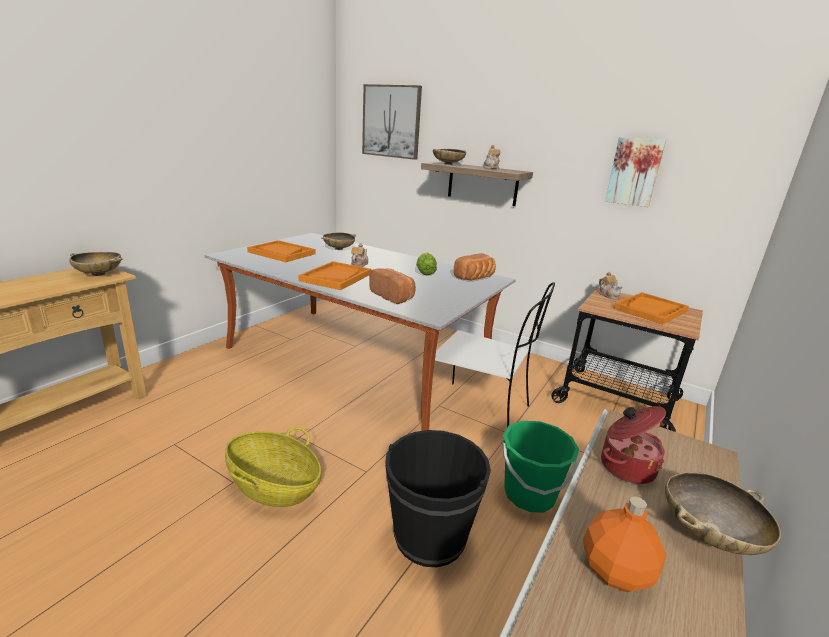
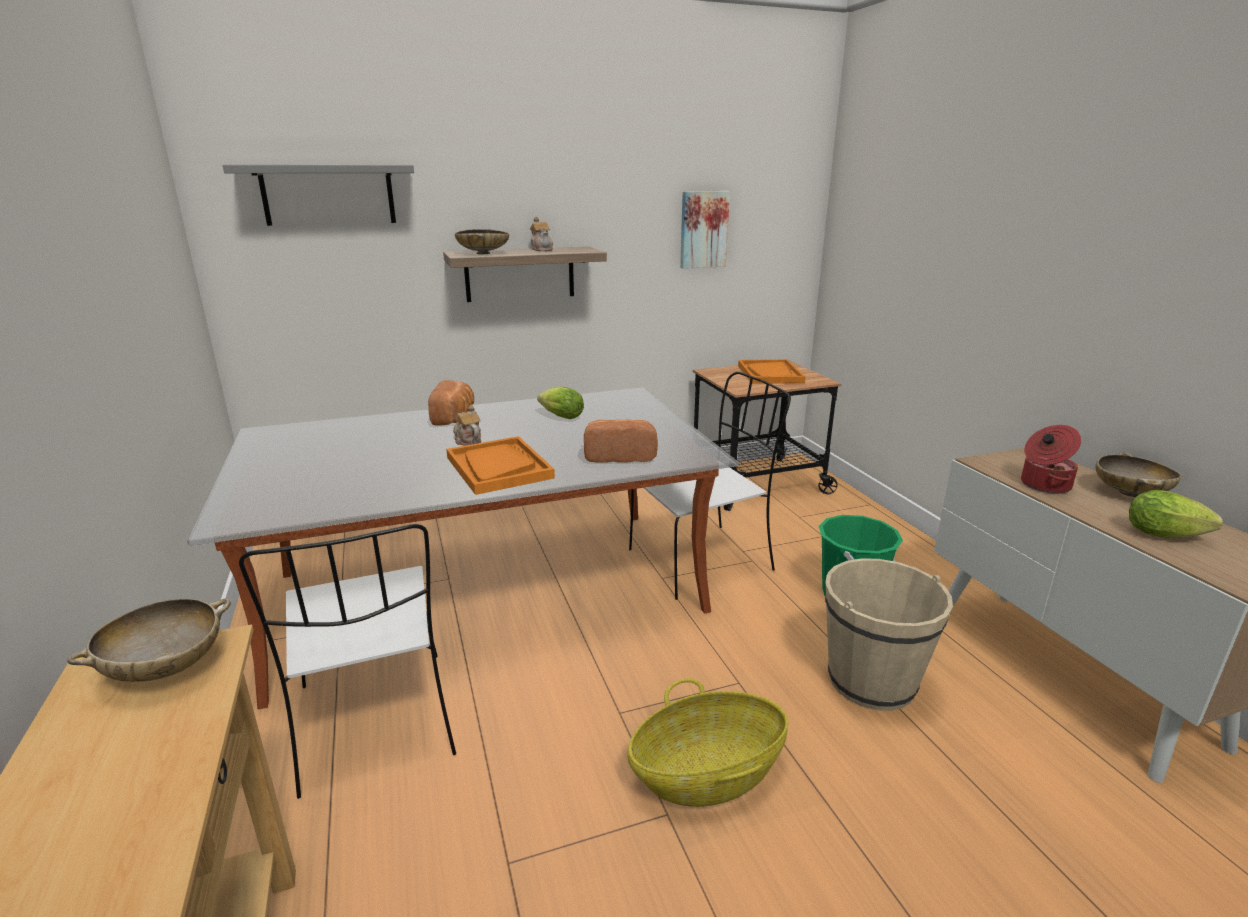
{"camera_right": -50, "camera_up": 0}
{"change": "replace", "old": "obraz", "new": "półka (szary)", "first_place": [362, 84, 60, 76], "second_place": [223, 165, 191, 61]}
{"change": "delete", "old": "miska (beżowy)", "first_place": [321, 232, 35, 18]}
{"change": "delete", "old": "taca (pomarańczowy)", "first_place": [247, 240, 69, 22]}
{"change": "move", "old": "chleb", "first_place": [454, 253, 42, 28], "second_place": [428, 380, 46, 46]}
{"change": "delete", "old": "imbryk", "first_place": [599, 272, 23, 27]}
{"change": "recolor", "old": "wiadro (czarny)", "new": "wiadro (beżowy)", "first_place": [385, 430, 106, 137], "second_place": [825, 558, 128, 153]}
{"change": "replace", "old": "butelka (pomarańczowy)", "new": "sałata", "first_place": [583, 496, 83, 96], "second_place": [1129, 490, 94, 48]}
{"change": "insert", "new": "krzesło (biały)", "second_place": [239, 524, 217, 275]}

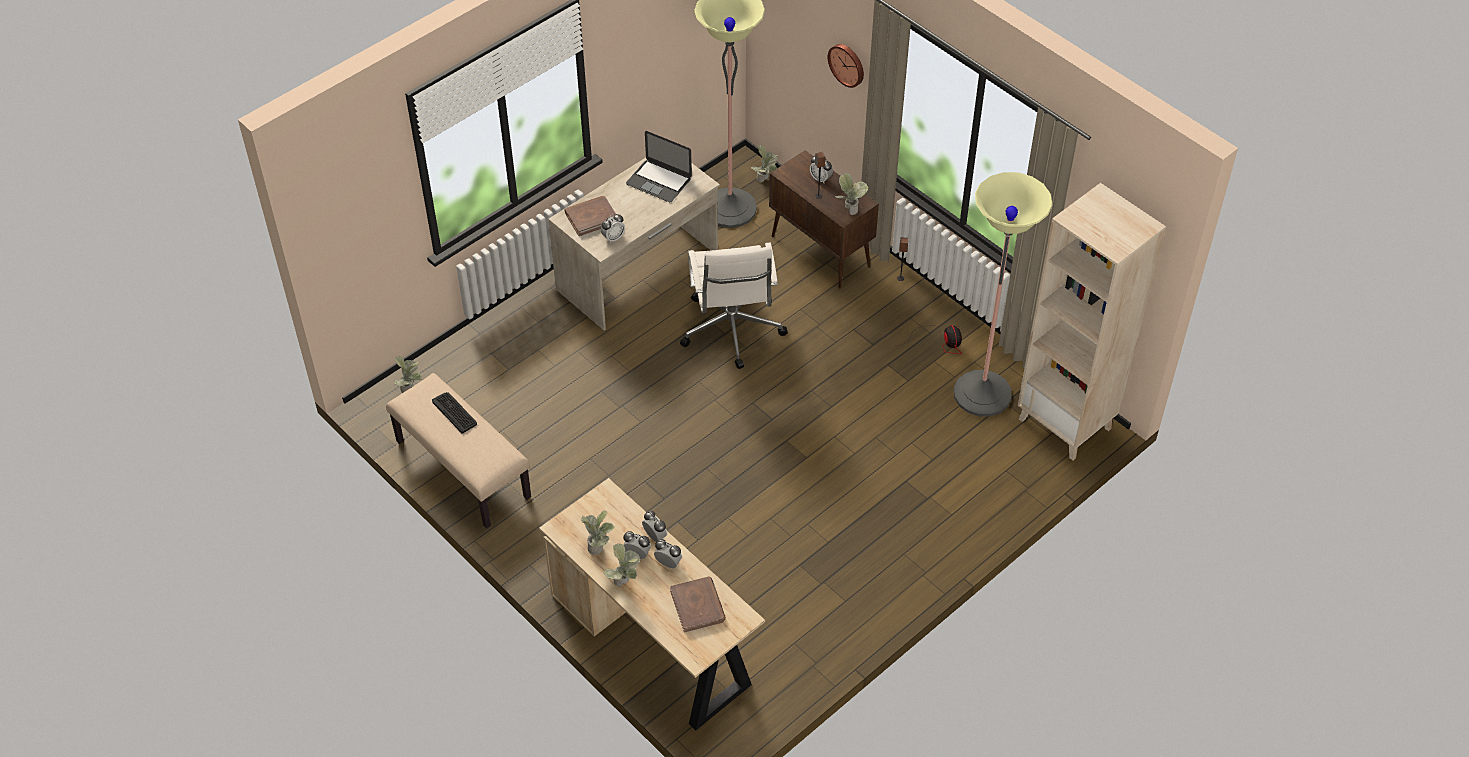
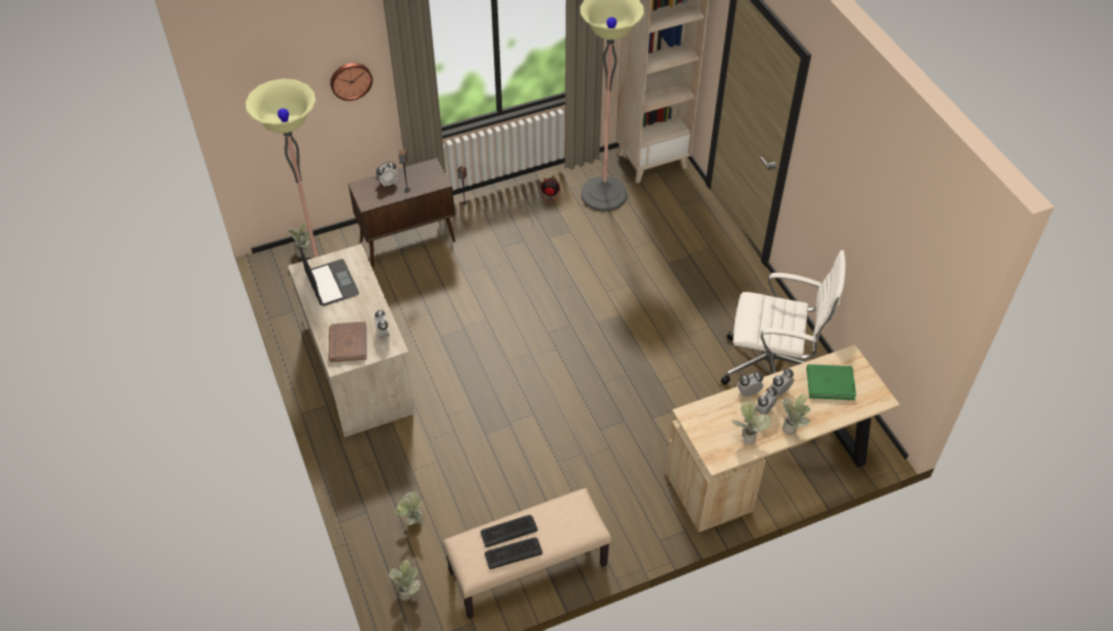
{"camera_right": -70, "camera_up": 0}
{"change": "rotate", "old": "laptop", "first_place": [626, 131, 66, 71], "second_place": [299, 245, 60, 61], "degrees": -75}
{"change": "move", "old": "roślina doniczkowa", "first_place": [835, 173, 33, 42], "second_place": [395, 492, 28, 33]}
{"change": "move", "old": "krzesło biurowe (biały)", "first_place": [680, 243, 108, 126], "second_place": [721, 250, 125, 135]}
{"change": "recolor", "old": "książka (brązowy)", "new": "książka (zielony)", "first_place": [670, 576, 56, 57], "second_place": [806, 364, 50, 36]}
{"change": "insert", "new": "klawiatura", "second_place": [485, 537, 58, 32]}

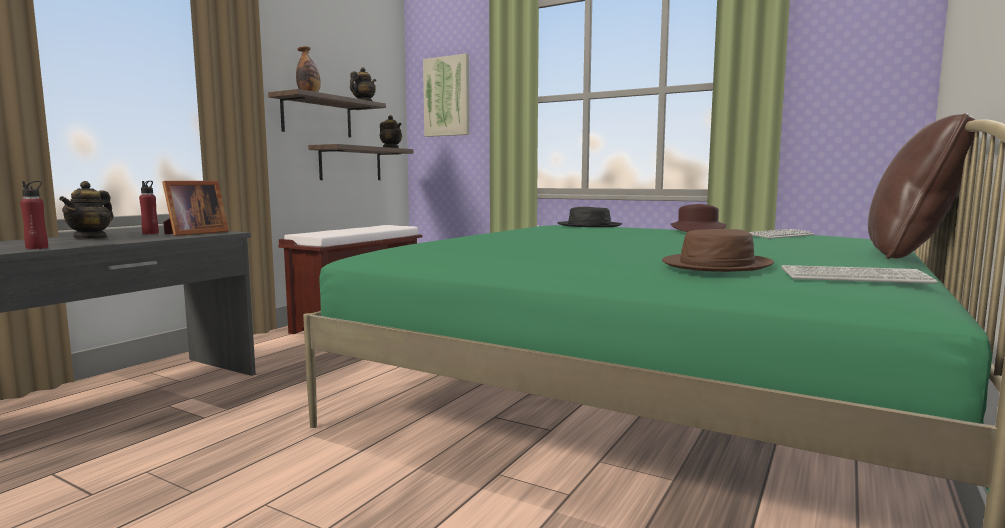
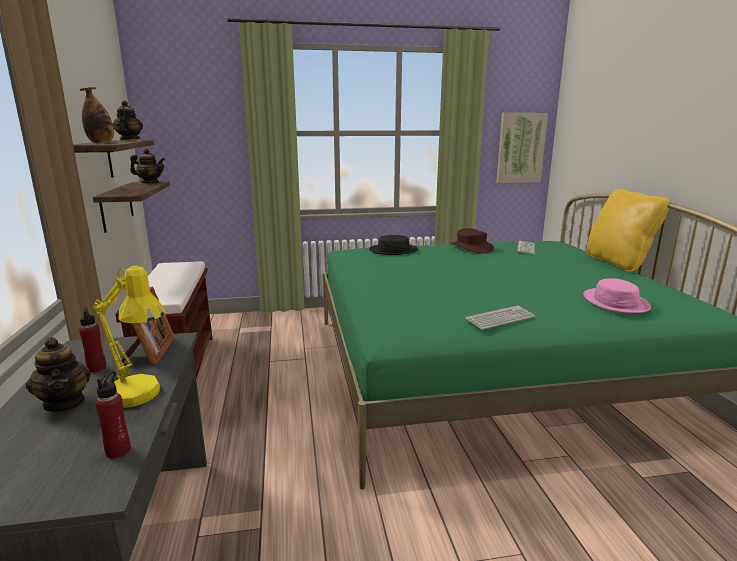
{"camera_right": -40, "camera_up": 10}
{"change": "move", "old": "obraz", "first_place": [423, 54, 47, 83], "second_place": [496, 113, 52, 70]}
{"change": "recolor", "old": "poduszka (brązowy)", "new": "poduszka (żółty)", "first_place": [868, 113, 107, 146], "second_place": [586, 189, 84, 83]}
{"change": "recolor", "old": "kapelusz (brązowy)", "new": "kapelusz (różowy)", "first_place": [662, 229, 112, 43], "second_place": [583, 279, 68, 34]}
{"change": "move", "old": "klawiatura", "first_place": [782, 265, 155, 19], "second_place": [465, 306, 70, 24]}
{"change": "insert", "new": "lampa stołowa (żółty)", "second_place": [93, 266, 72, 142]}

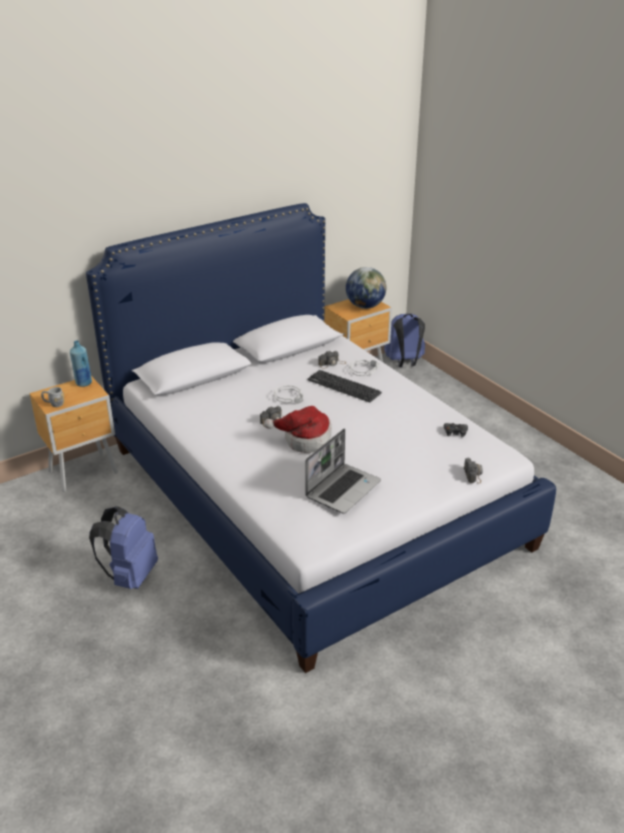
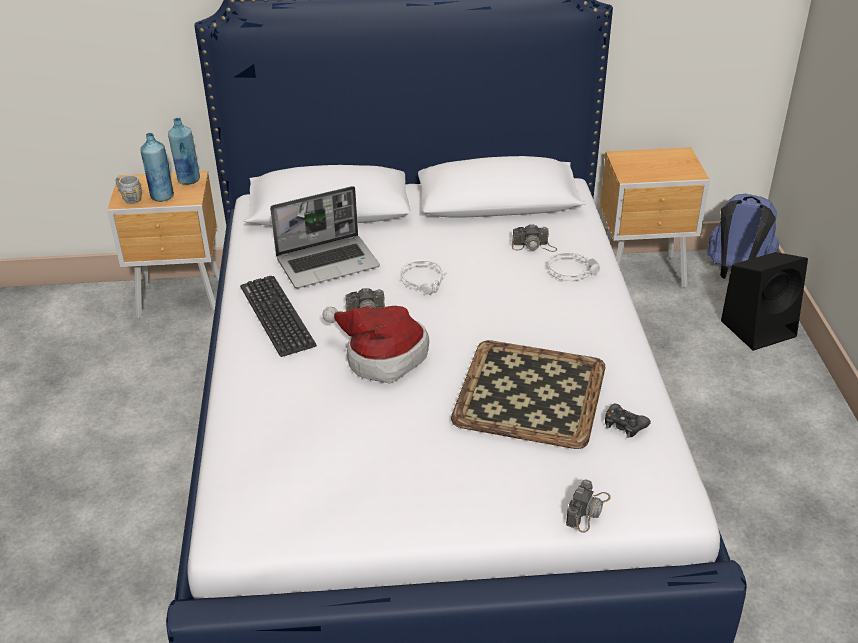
{"camera_right": 30, "camera_up": 5}
{"change": "delete", "old": "globus", "first_place": [346, 267, 40, 42]}
{"change": "move", "old": "klawiatura", "first_place": [307, 370, 75, 32], "second_place": [240, 276, 77, 81]}
{"change": "move", "old": "laptop", "first_place": [306, 428, 75, 85], "second_place": [270, 186, 110, 102]}
{"change": "delete", "old": "plecak (niebieski)", "first_place": [89, 506, 69, 83]}
{"change": "insert", "new": "butelka (niebieski)", "second_place": [140, 133, 34, 69]}
{"change": "insert", "new": "głośnik (czarny)", "second_place": [721, 252, 87, 99]}
{"change": "insert", "new": "taca", "second_place": [451, 340, 154, 109]}

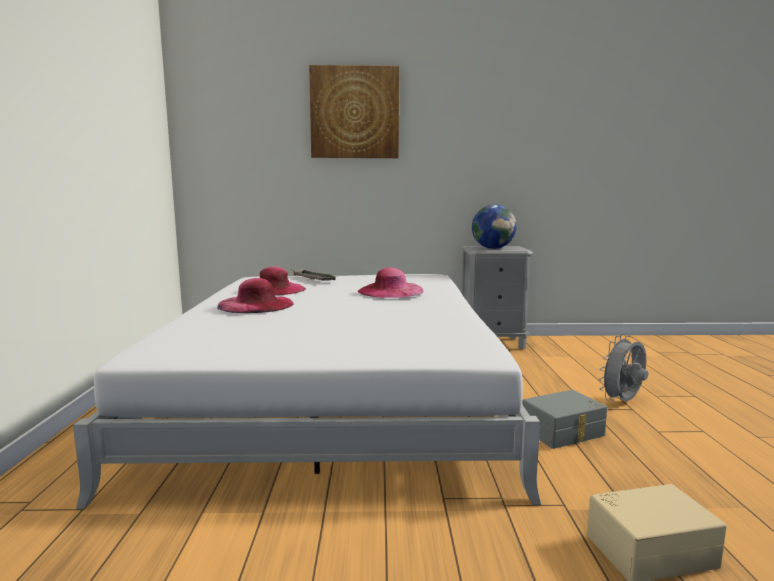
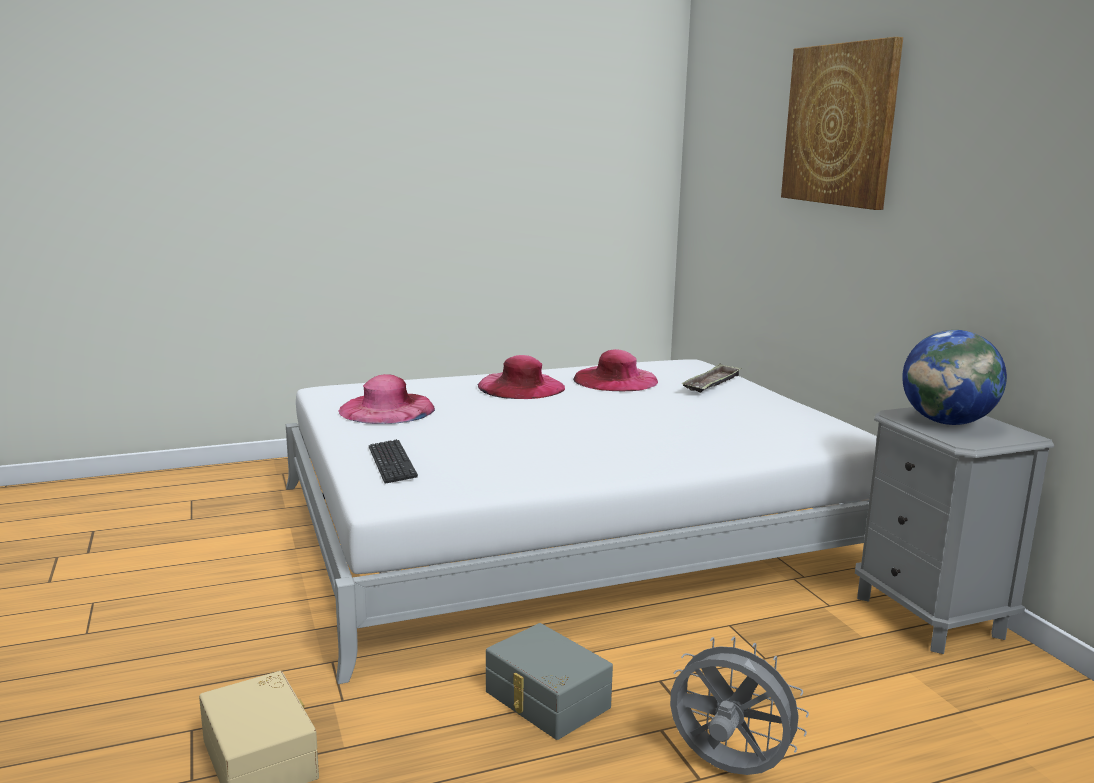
{"camera_right": 70, "camera_up": 5}
{"change": "move", "old": "kapelusz (różowy)", "first_place": [358, 267, 65, 31], "second_place": [338, 374, 97, 50]}
{"change": "insert", "new": "klawiatura", "second_place": [369, 439, 49, 45]}

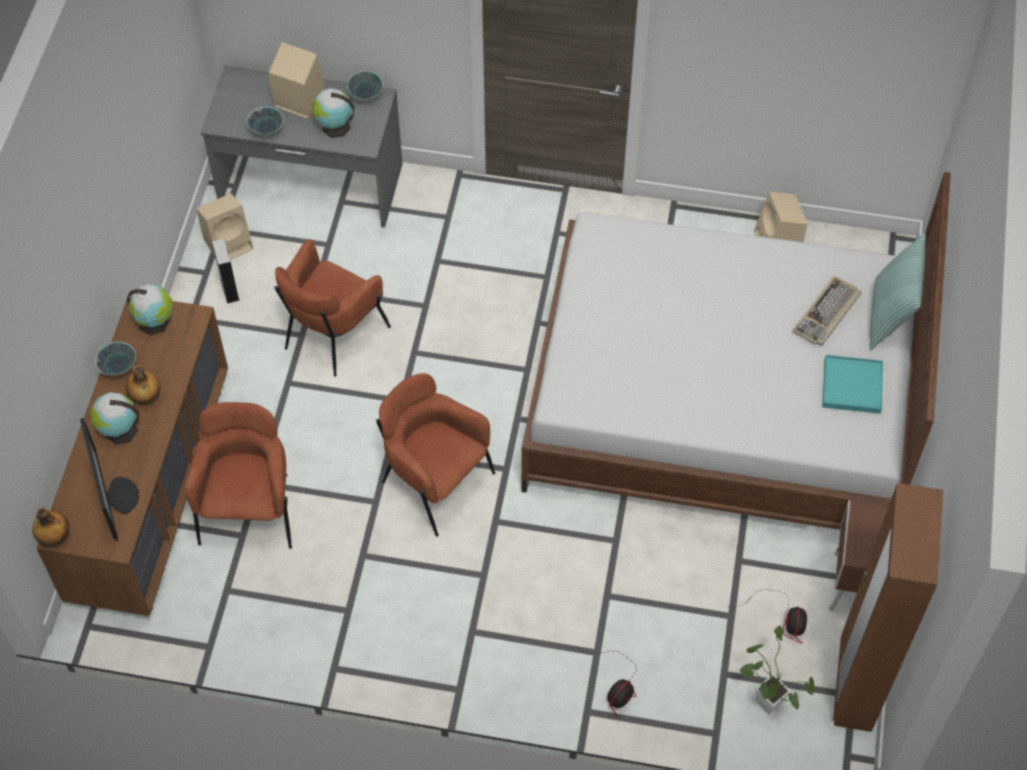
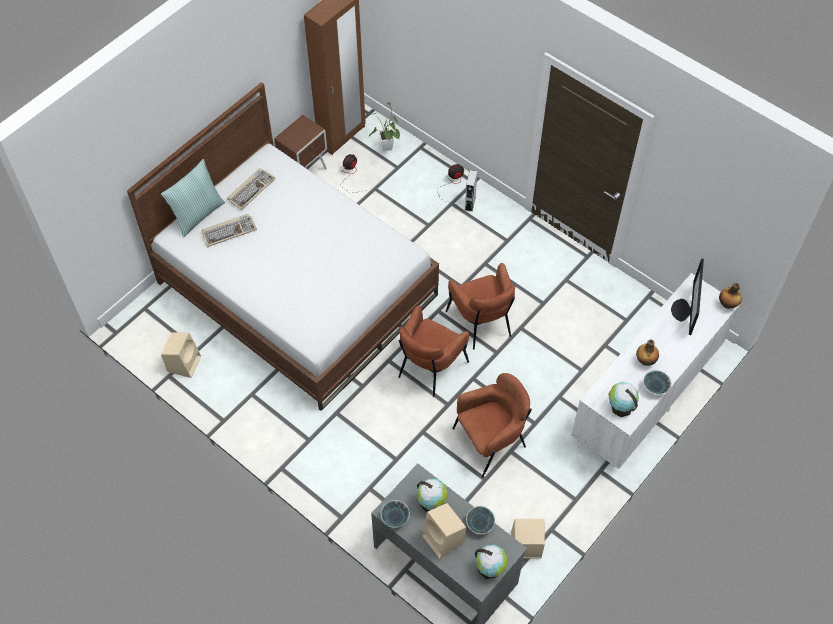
{"camera_right": -150, "camera_up": 0}
{"change": "move", "old": "głośnik (szary)", "first_place": [212, 238, 28, 66], "second_place": [465, 170, 12, 42]}
{"change": "recolor", "old": "komoda (brązowy)", "new": "komoda (biały)", "first_place": [36, 295, 192, 321], "second_place": [571, 273, 169, 196]}
{"change": "replace", "old": "taca (turkusowy)", "new": "klawiatura", "first_place": [823, 355, 60, 59], "second_place": [227, 168, 49, 42]}
{"change": "move", "old": "globus", "first_place": [90, 392, 49, 53], "second_place": [475, 545, 33, 34]}
{"change": "move", "old": "fotel (brązowy)", "first_place": [184, 402, 108, 147], "second_place": [398, 305, 71, 92]}

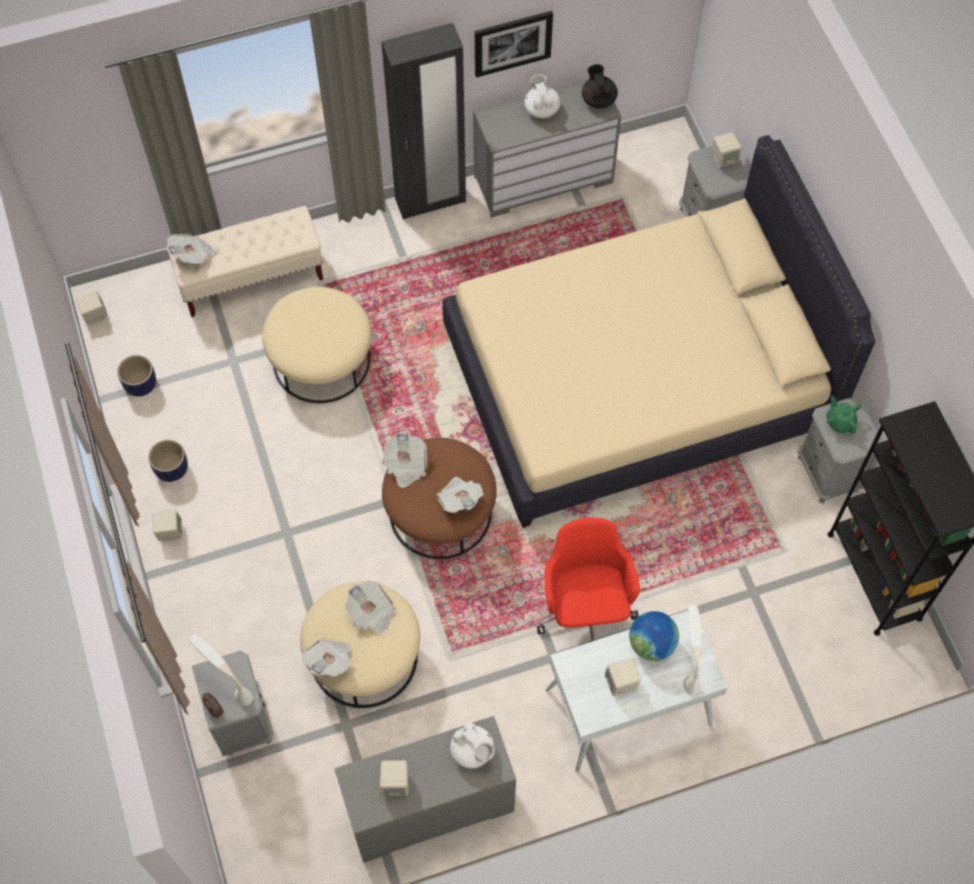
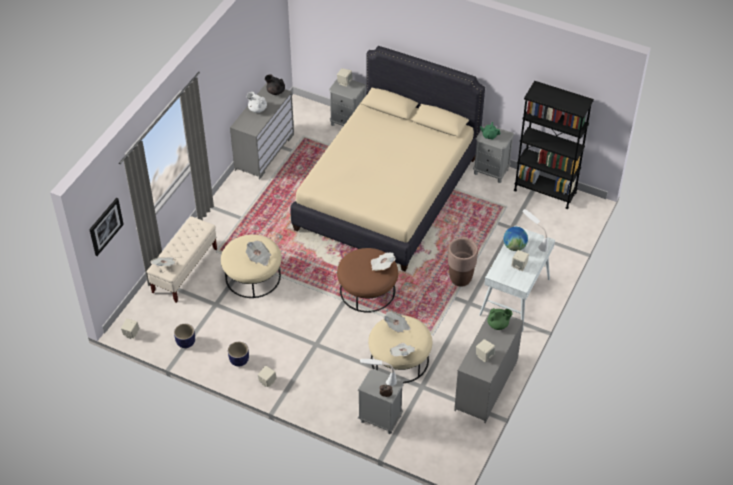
{"camera_right": -45, "camera_up": -15}
{"change": "move", "old": "obraz", "first_place": [475, 11, 78, 67], "second_place": [89, 198, 35, 58]}
{"change": "delete", "old": "szafa (czarny)", "first_place": [381, 23, 85, 197]}
{"change": "move", "old": "gazeta", "first_place": [382, 431, 45, 57], "second_place": [246, 241, 25, 25]}
{"change": "replace", "old": "krzesło biurowe (czerwony)", "new": "donica (brązowy)", "first_place": [537, 517, 103, 125], "second_place": [448, 238, 30, 49]}
{"change": "recolor", "old": "imbryk (biały)", "new": "imbryk (zielony)", "first_place": [450, 722, 45, 46], "second_place": [487, 308, 26, 22]}

